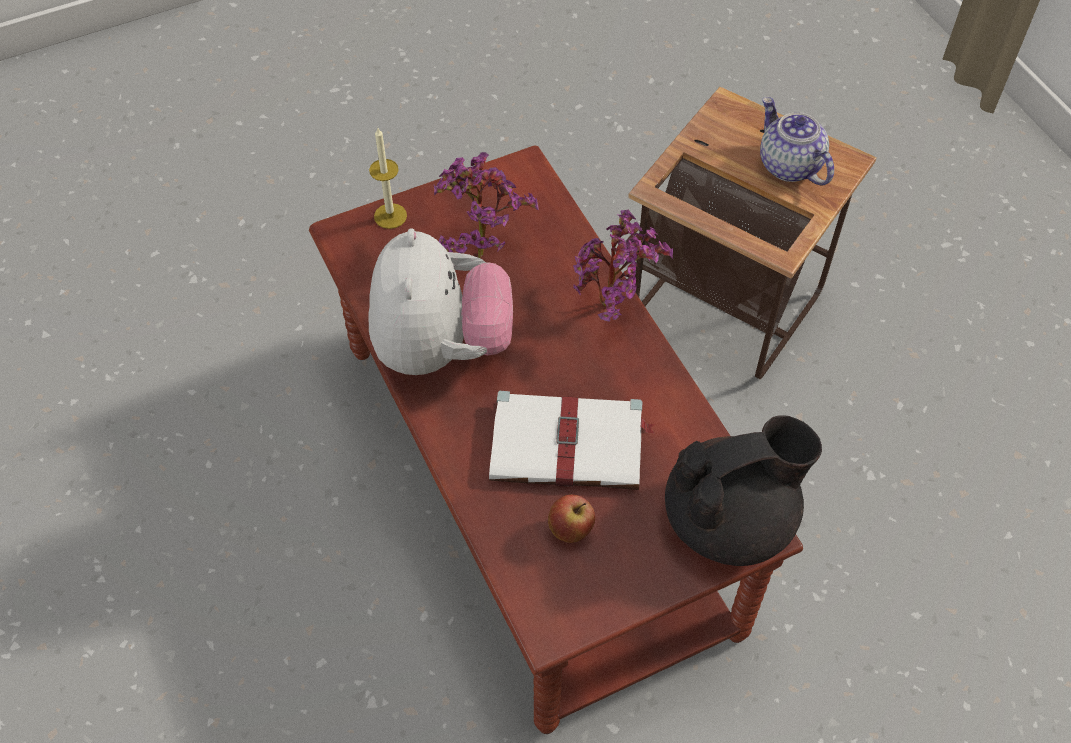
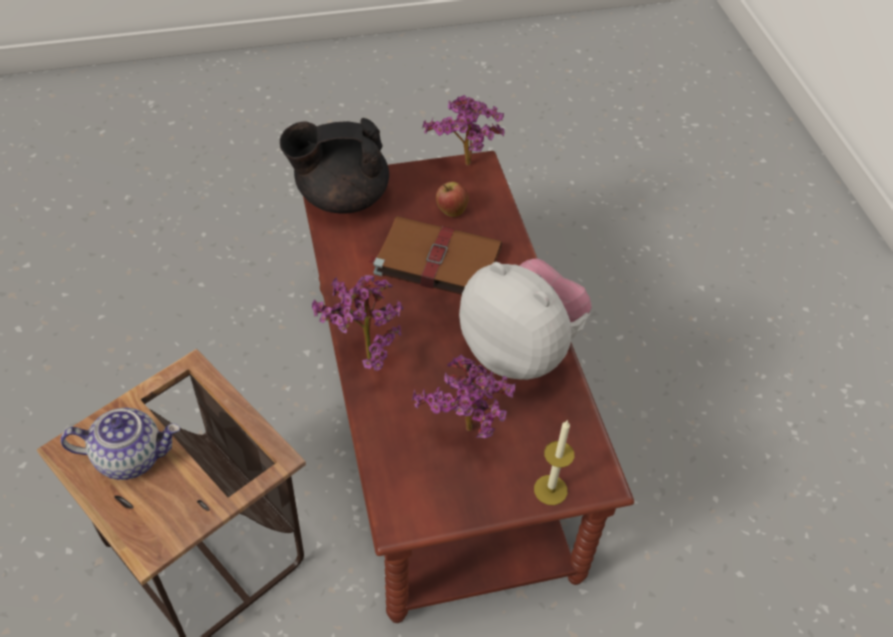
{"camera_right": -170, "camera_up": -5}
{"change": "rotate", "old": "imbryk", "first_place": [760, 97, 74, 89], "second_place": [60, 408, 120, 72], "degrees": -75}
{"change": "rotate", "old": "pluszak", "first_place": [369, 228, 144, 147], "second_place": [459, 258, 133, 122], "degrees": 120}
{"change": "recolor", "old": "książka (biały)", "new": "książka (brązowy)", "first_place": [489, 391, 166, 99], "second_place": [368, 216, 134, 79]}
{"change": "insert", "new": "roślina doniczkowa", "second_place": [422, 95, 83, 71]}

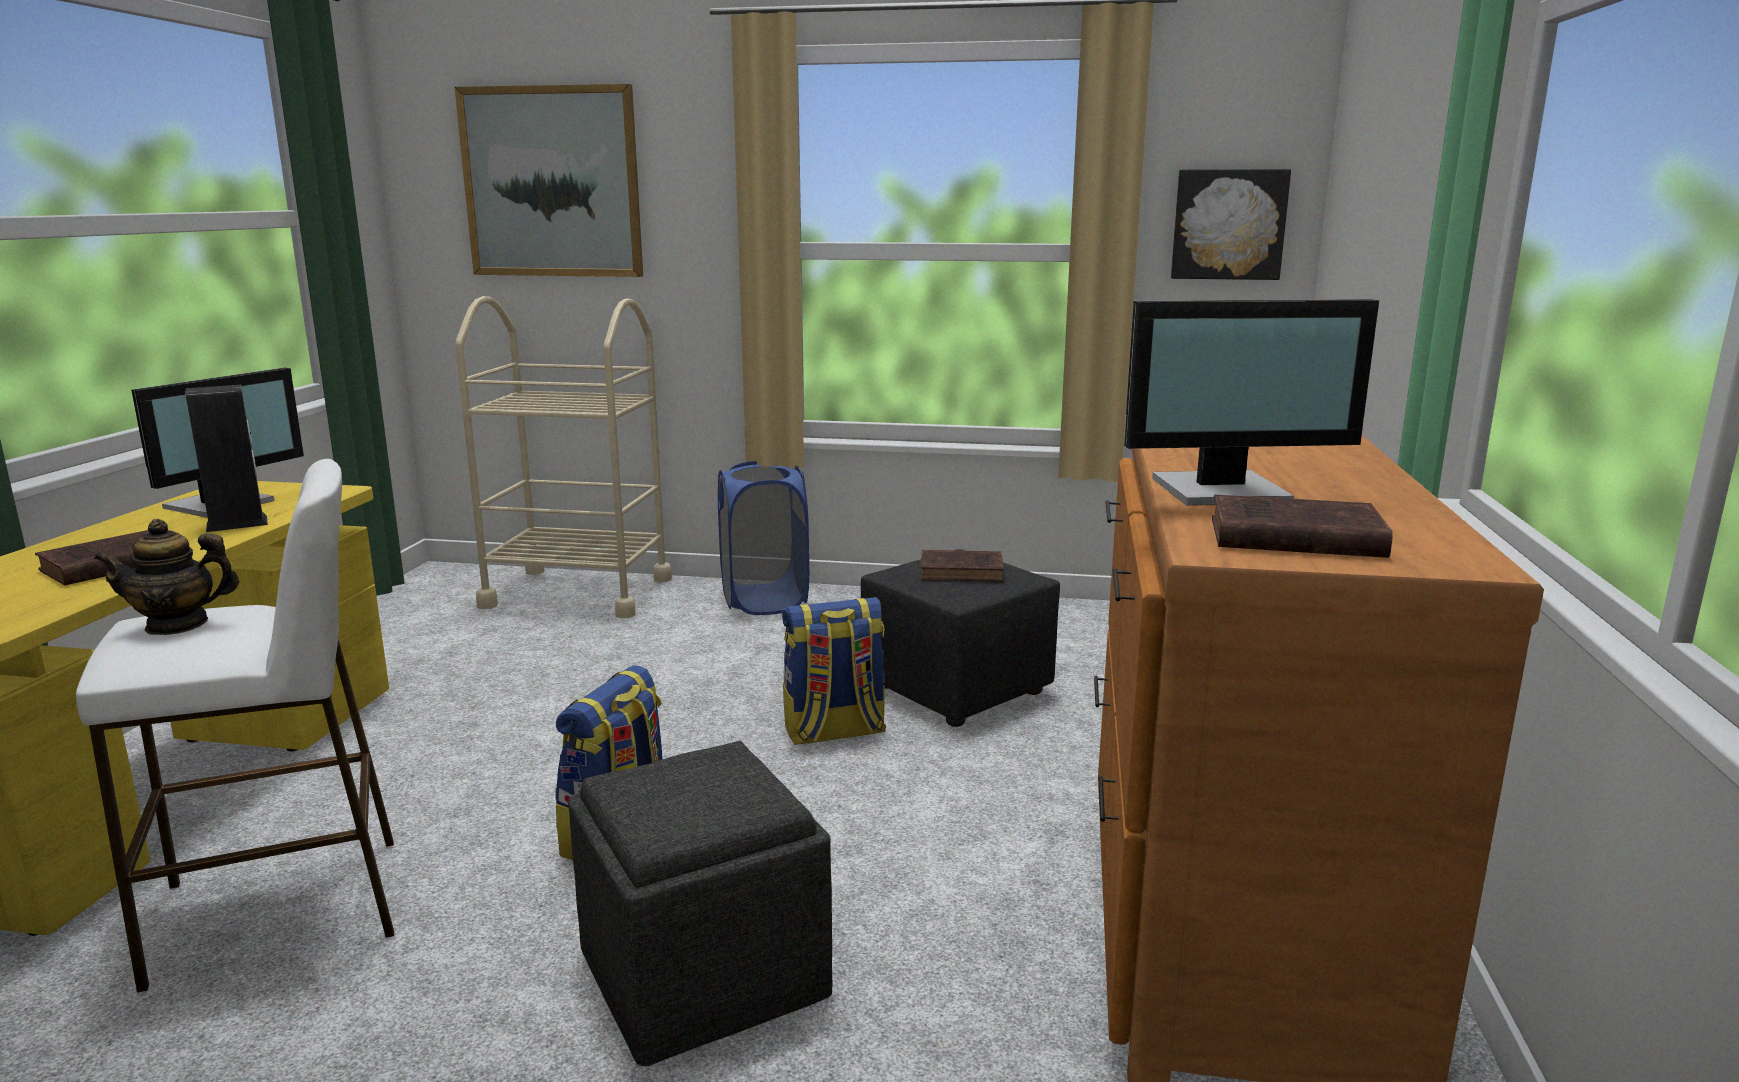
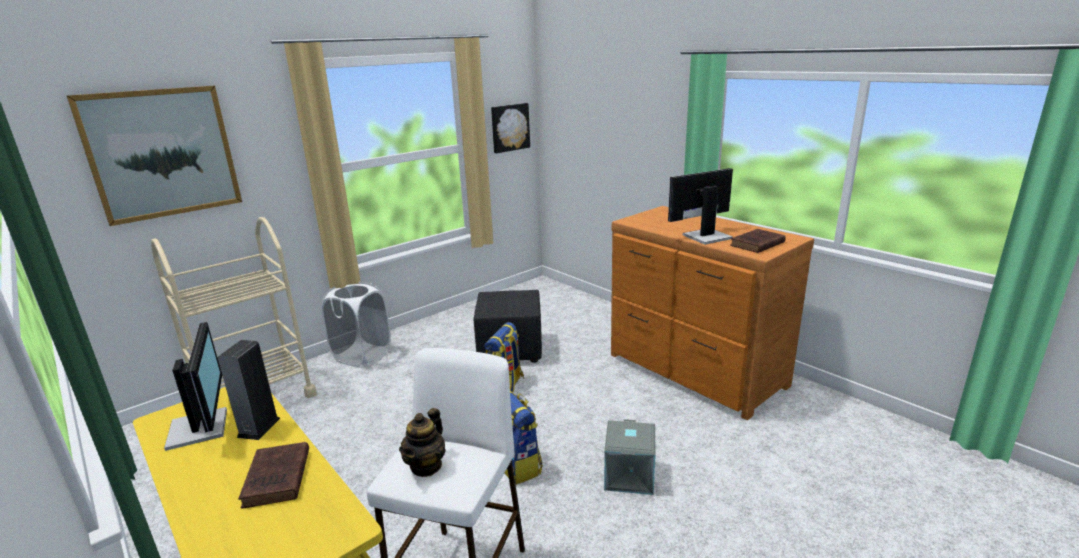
{"camera_right": -50, "camera_up": 5}
{"change": "rotate", "old": "monitor", "first_place": [1124, 299, 255, 206], "second_place": [668, 168, 65, 77], "degrees": -150}
{"change": "recolor", "old": "kosz na pranie (niebieski)", "new": "kosz na pranie (biały)", "first_place": [718, 461, 91, 154], "second_place": [322, 282, 69, 85]}
{"change": "delete", "old": "książka (brązowy)", "first_place": [921, 550, 83, 32]}
{"change": "replace", "old": "pufa (szary)", "new": "pojemnik do przechowywania (szary)", "first_place": [568, 741, 264, 325], "second_place": [604, 419, 52, 76]}

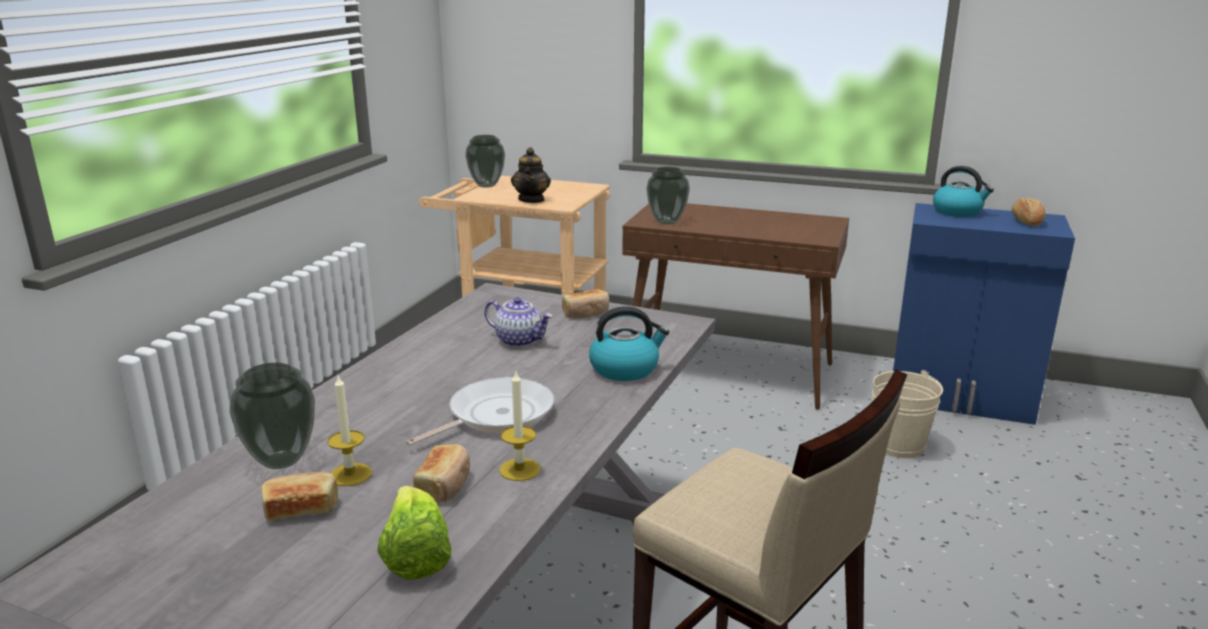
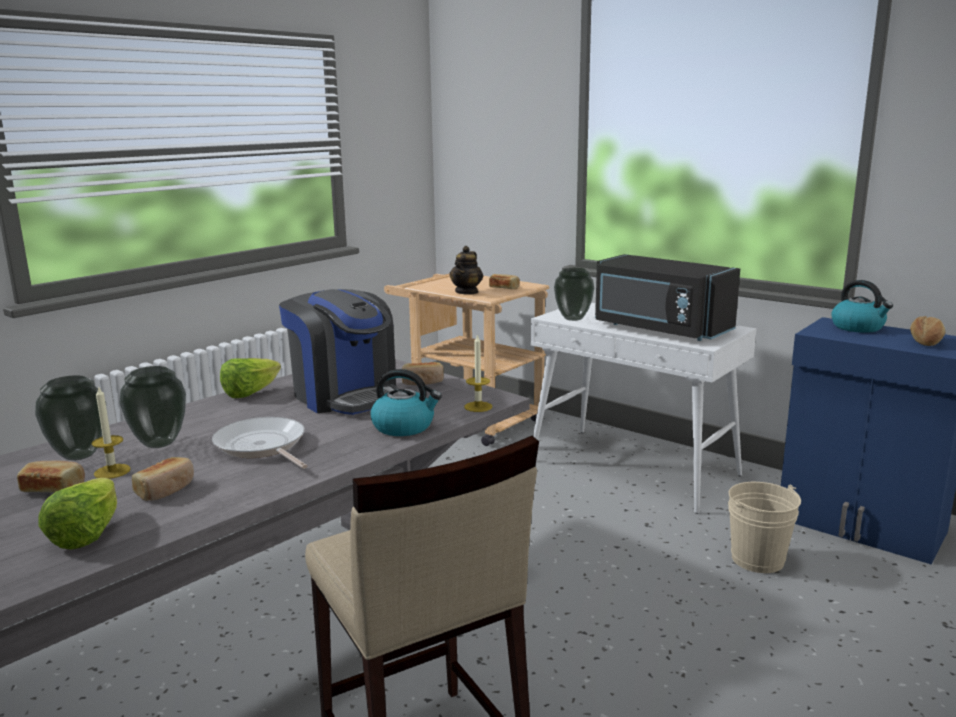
{"camera_right": 20, "camera_up": -5}
{"change": "move", "old": "wazon", "first_place": [465, 135, 40, 53], "second_place": [120, 366, 66, 82]}
{"change": "recolor", "old": "stolik konsolowy (brązowy)", "new": "stolik konsolowy (biały)", "first_place": [622, 203, 227, 207], "second_place": [531, 303, 226, 211]}
{"change": "replace", "old": "imbryk", "new": "ekspres do kawy", "first_place": [484, 297, 68, 50], "second_place": [279, 289, 120, 126]}
{"change": "move", "old": "świeca", "first_place": [499, 372, 42, 109], "second_place": [464, 334, 28, 78]}
{"change": "rotate", "old": "patelnia", "first_place": [406, 377, 148, 69], "second_place": [212, 417, 95, 52], "degrees": -105}
{"change": "insert", "new": "mikrofalówka (czarny)", "second_place": [595, 254, 145, 87]}
{"change": "insert", "new": "chleb", "second_place": [489, 274, 31, 15]}
{"change": "insert", "new": "sałata", "second_place": [220, 358, 61, 40]}

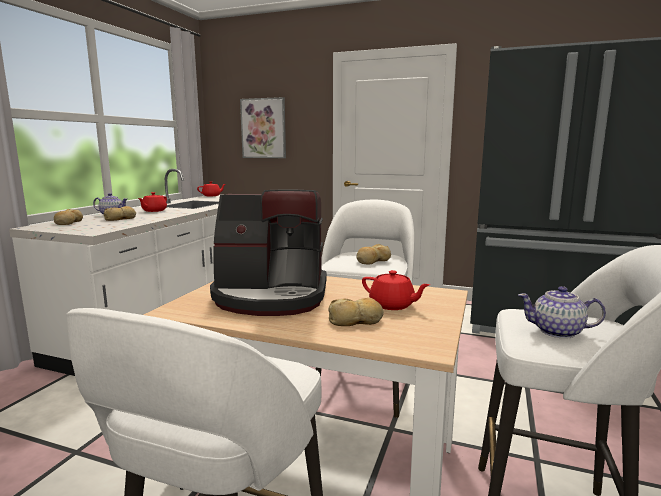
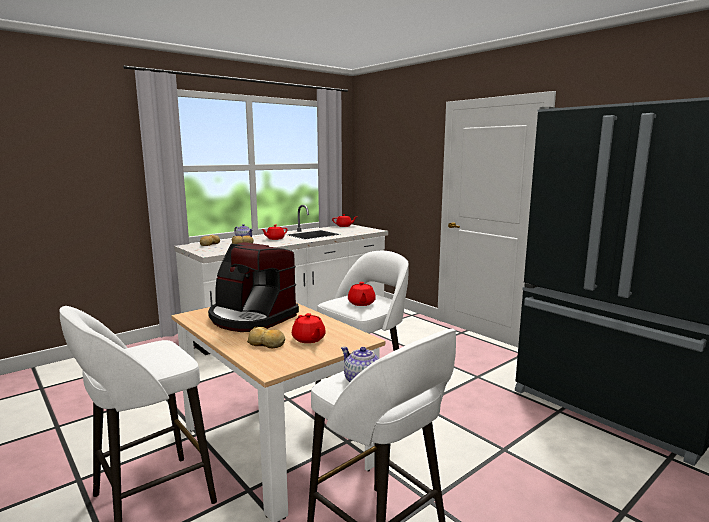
{"camera_right": 30, "camera_up": 0}
{"change": "delete", "old": "obraz", "first_place": [240, 97, 46, 61]}
{"change": "replace", "old": "chleb", "new": "imbryk (czerwony)", "first_place": [356, 244, 35, 20], "second_place": [348, 282, 28, 24]}

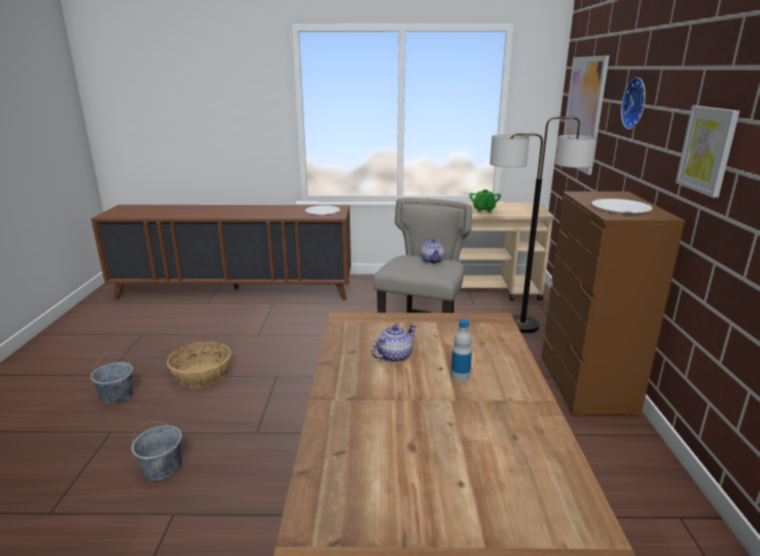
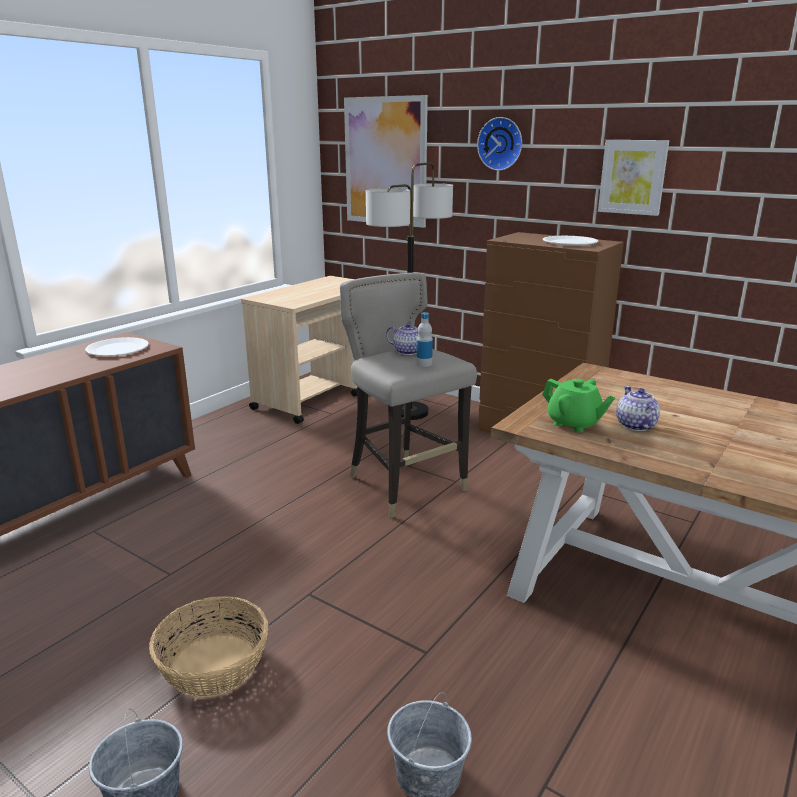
{"camera_right": -55, "camera_up": 0}
{"change": "move", "old": "imbryk (zielony)", "first_place": [469, 189, 32, 23], "second_place": [542, 379, 73, 53]}
{"change": "move", "old": "butelka", "first_place": [451, 319, 21, 63], "second_place": [417, 312, 16, 55]}

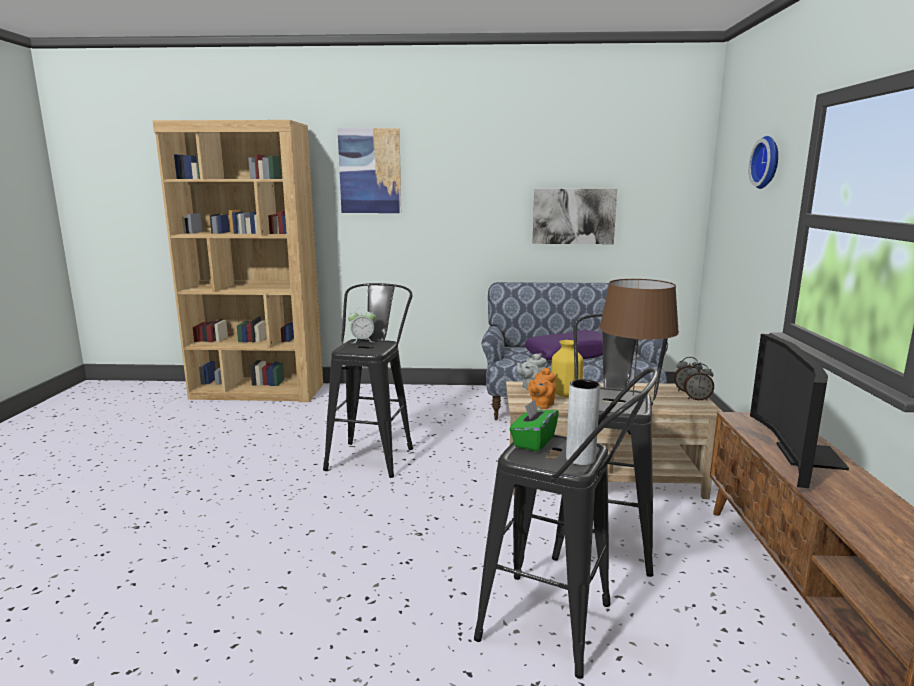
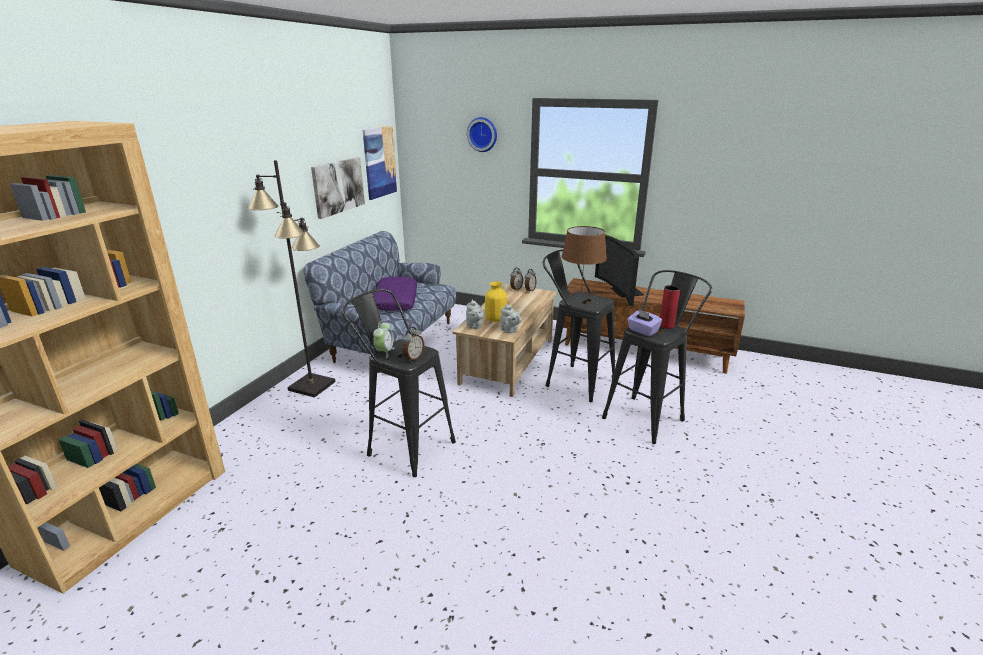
{"camera_right": -70, "camera_up": 10}
{"change": "move", "old": "obraz", "first_place": [337, 128, 64, 85], "second_place": [363, 126, 34, 74]}
{"change": "rotate", "old": "telewizor", "first_place": [750, 334, 99, 154], "second_place": [595, 235, 49, 71], "degrees": 45}
{"change": "recolor", "old": "imbryk (pomarańczowy)", "new": "imbryk (szary)", "first_place": [528, 367, 28, 42], "second_place": [500, 304, 21, 29]}
{"change": "recolor", "old": "wazon (szary)", "new": "wazon (czerwony)", "first_place": [566, 379, 34, 86], "second_place": [660, 285, 20, 44]}
{"change": "recolor", "old": "pudełko chusteczek (zielony)", "new": "pudełko chusteczek (fioletowy)", "first_place": [509, 399, 50, 53], "second_place": [627, 310, 35, 26]}
{"change": "insert", "new": "lampa stojąca (czarny)", "second_place": [248, 160, 87, 238]}
{"change": "insert", "new": "budzik", "second_place": [402, 327, 22, 35]}

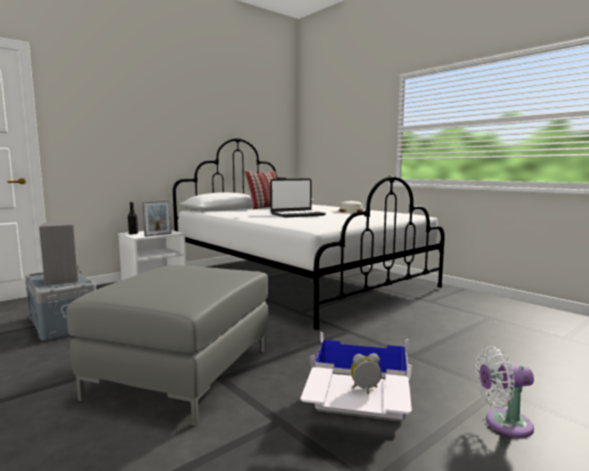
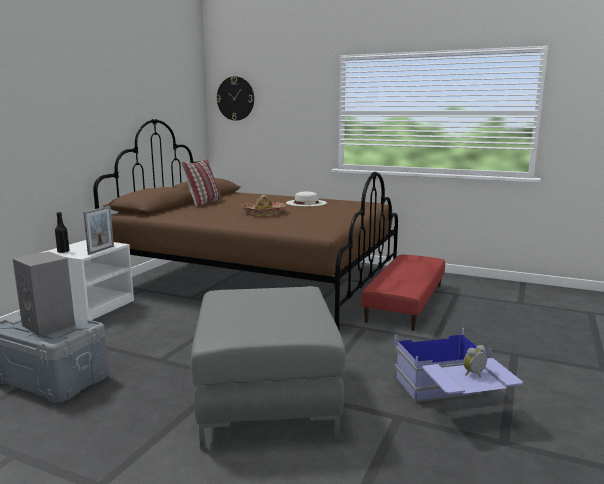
{"camera_right": -25, "camera_up": 5}
{"change": "recolor", "old": "łóżko (biały)", "new": "łóżko (brązowy)", "first_place": [173, 138, 272, 192], "second_place": [93, 119, 305, 213]}
{"change": "replace", "old": "laptop", "new": "kapelusz", "first_place": [270, 178, 56, 40], "second_place": [241, 195, 45, 20]}
{"change": "recolor", "old": "pojemnik do przechowywania (biały)", "new": "pojemnik do przechowywania (niebieski)", "first_place": [301, 332, 111, 90], "second_place": [394, 328, 129, 74]}
{"change": "delete", "old": "wentylator (biały)", "first_place": [475, 346, 59, 92]}
{"change": "insert", "new": "zegar ścienny", "second_place": [216, 76, 38, 45]}
{"change": "insert", "new": "pufa (czerwony)", "second_place": [361, 255, 84, 76]}

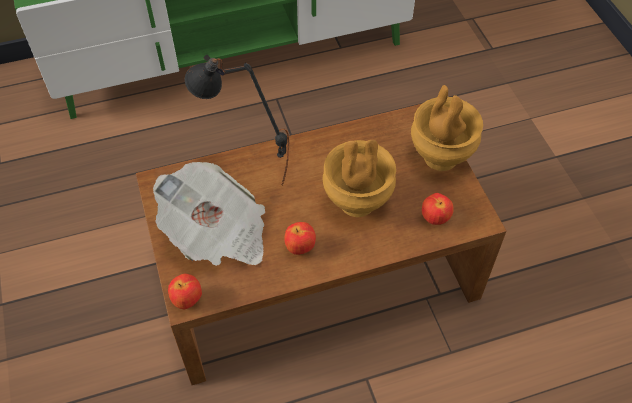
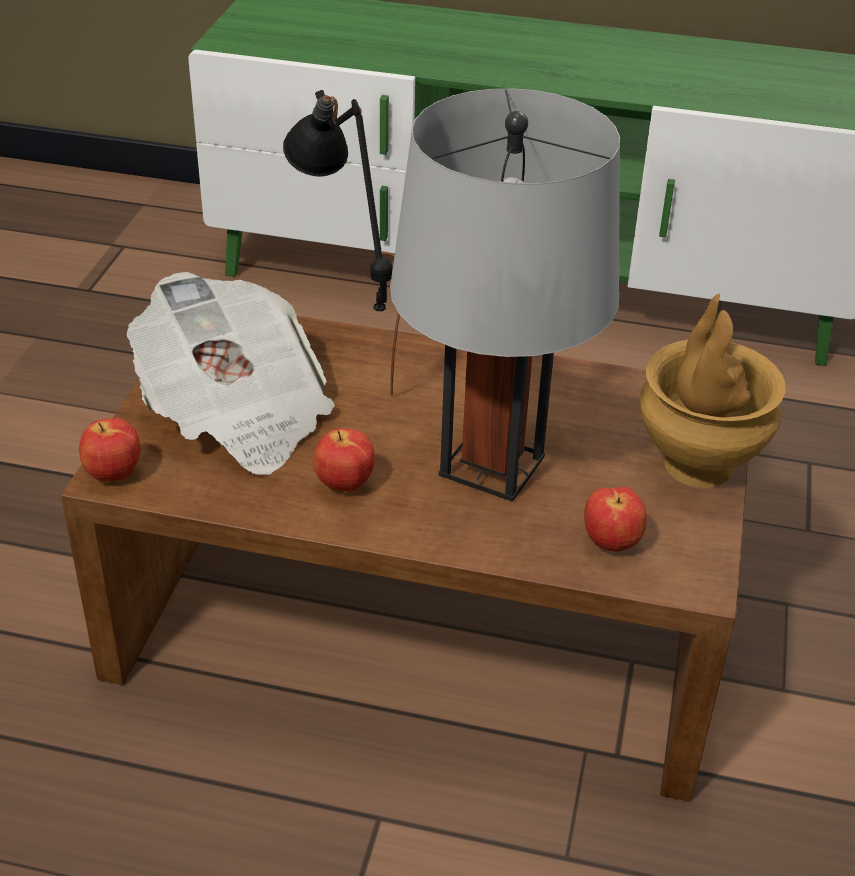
{"camera_right": 30, "camera_up": -15}
{"change": "replace", "old": "wazon (brązowy)", "new": "lampa stołowa (szary)", "first_place": [323, 140, 73, 77], "second_place": [390, 88, 230, 414]}

